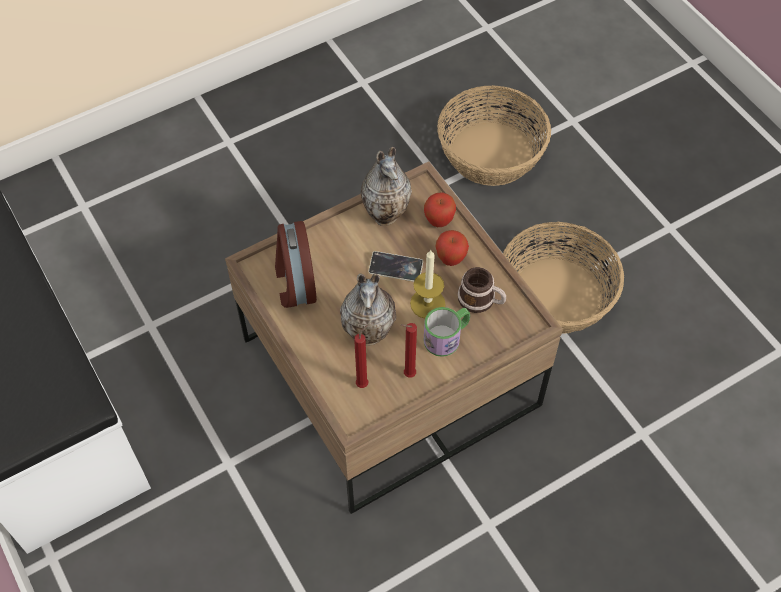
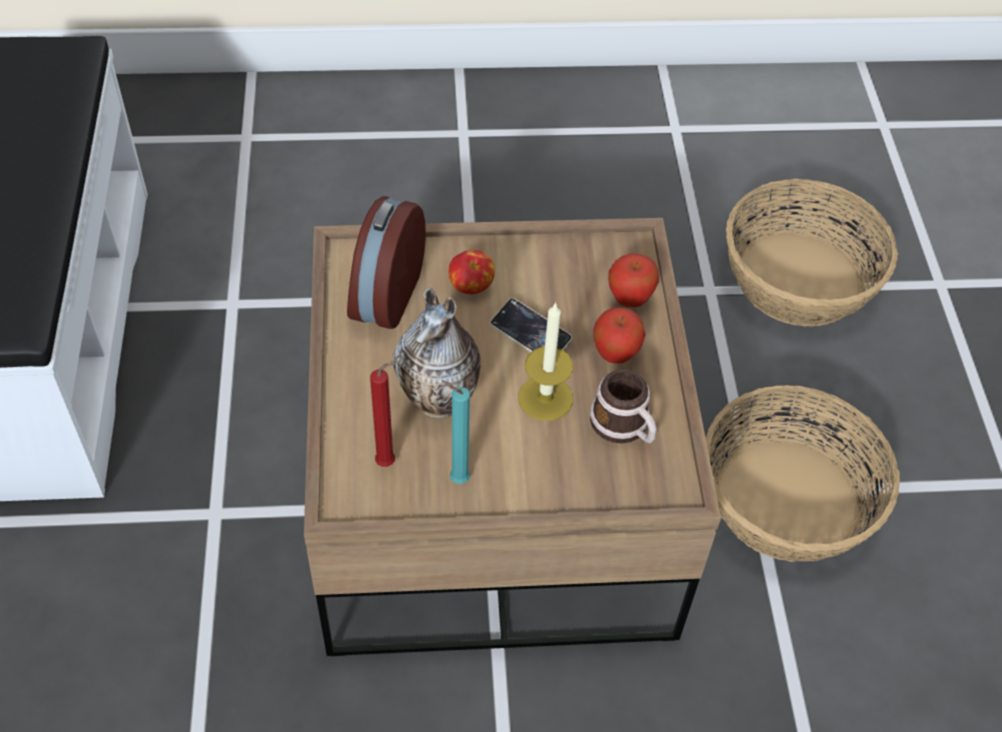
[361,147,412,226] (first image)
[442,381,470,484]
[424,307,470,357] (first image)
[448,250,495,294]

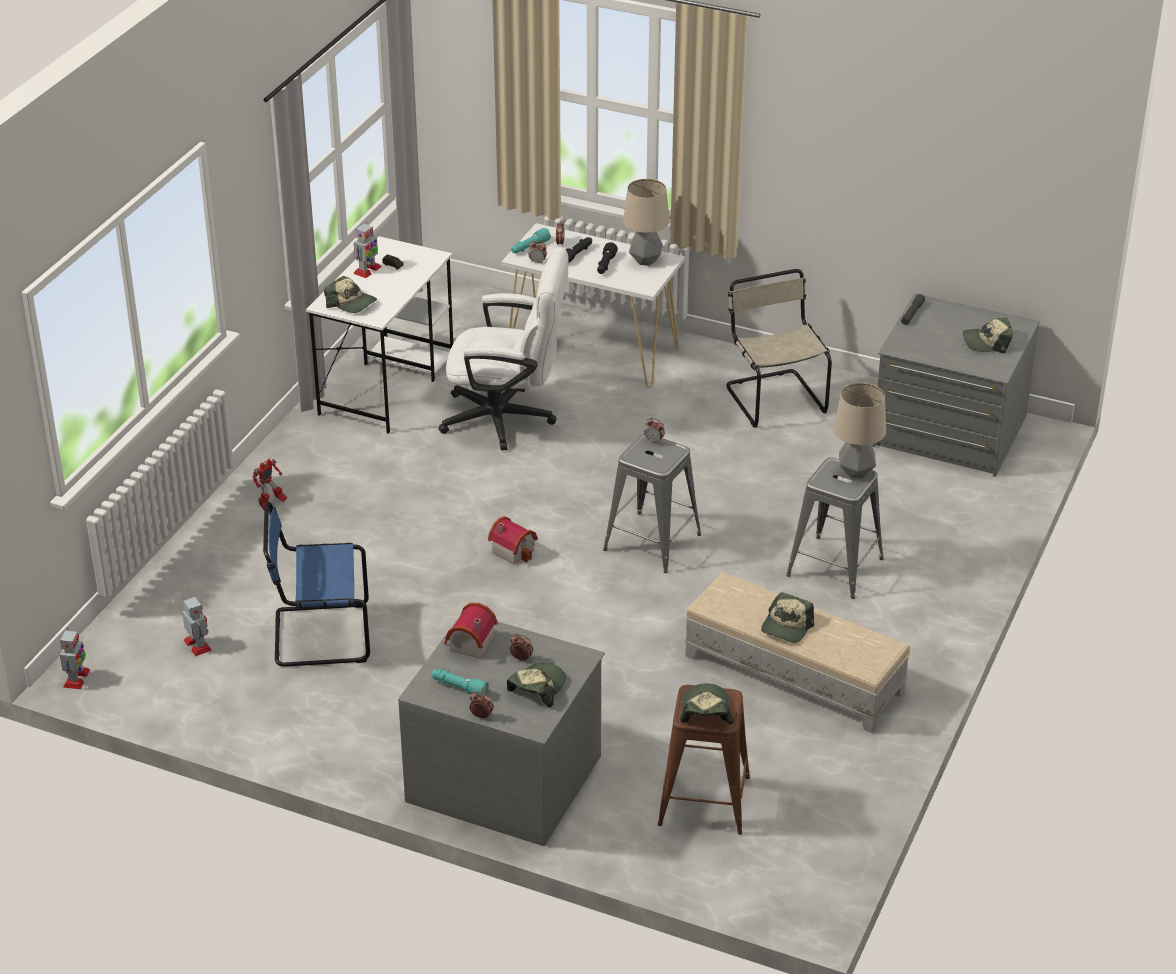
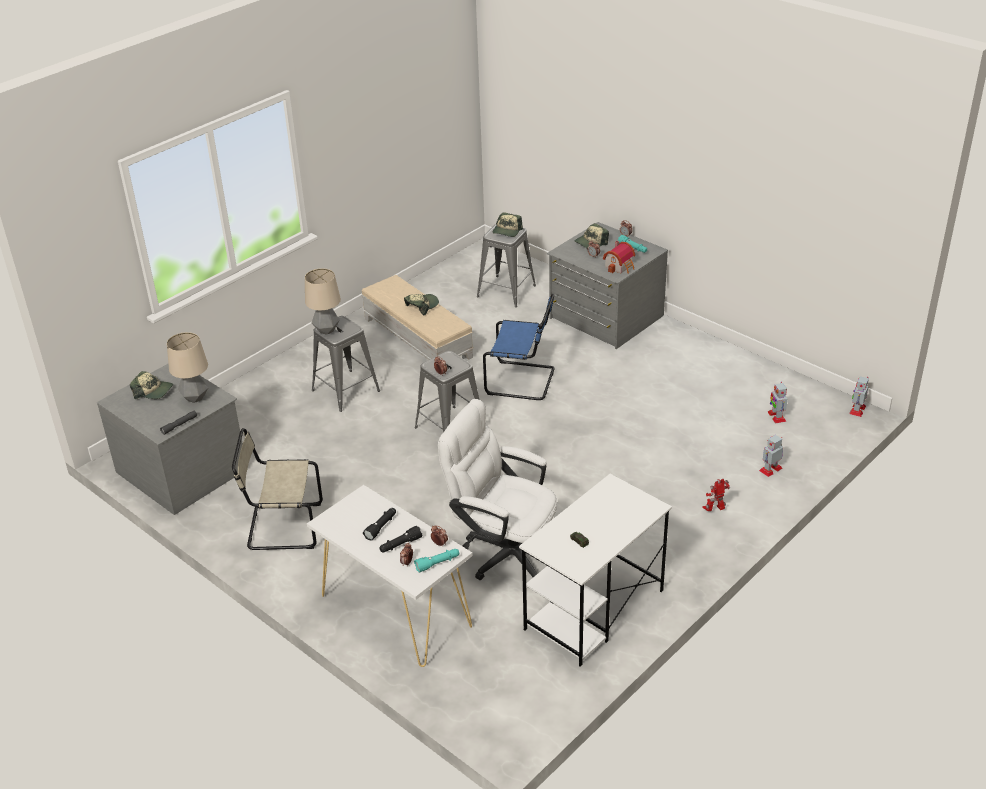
[483,294,555,400]
[324,276,377,313] (first image)
[759,435,783,477]
[488,516,538,565] (first image)
[167,332,208,403]
[477,224,536,307]
[232,428,323,550]

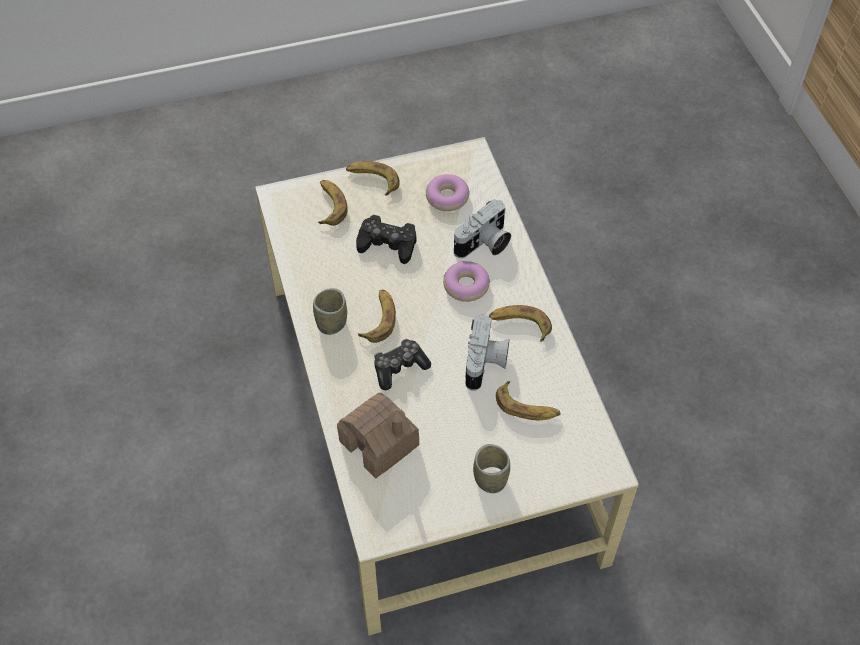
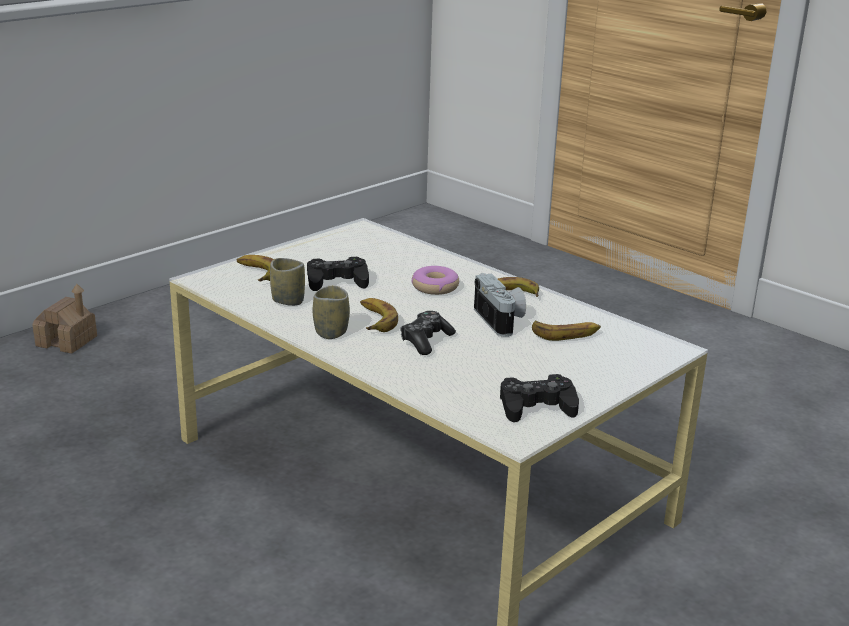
[32,284,97,354]
[346,161,400,196] (first image)
[426,174,469,211] (first image)
[454,199,511,258] (first image)
[270,258,305,306]
[500,374,579,422]

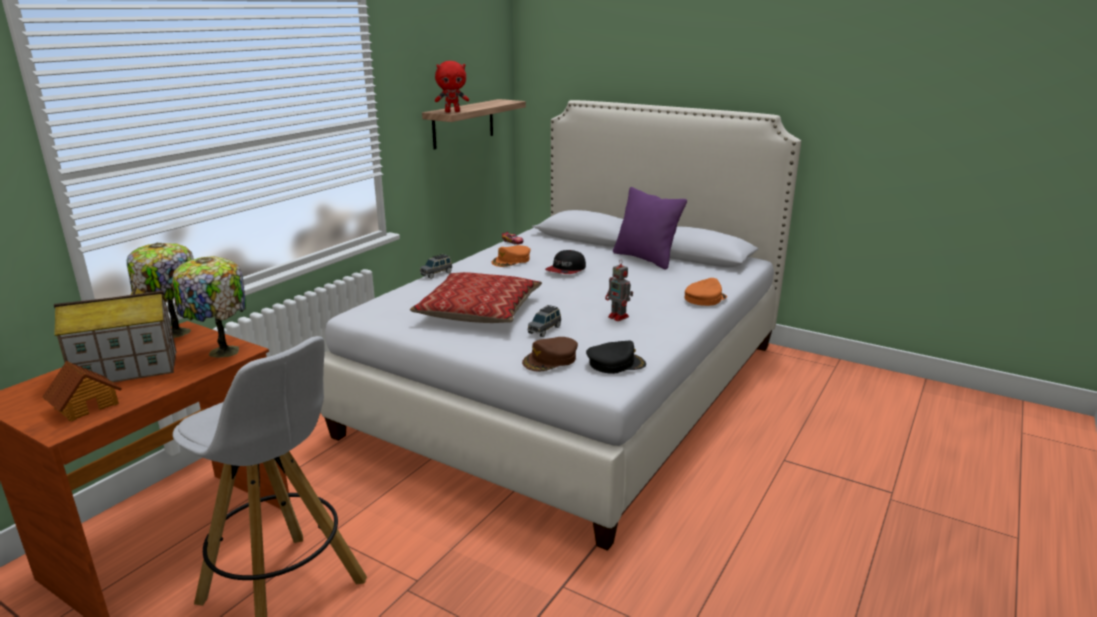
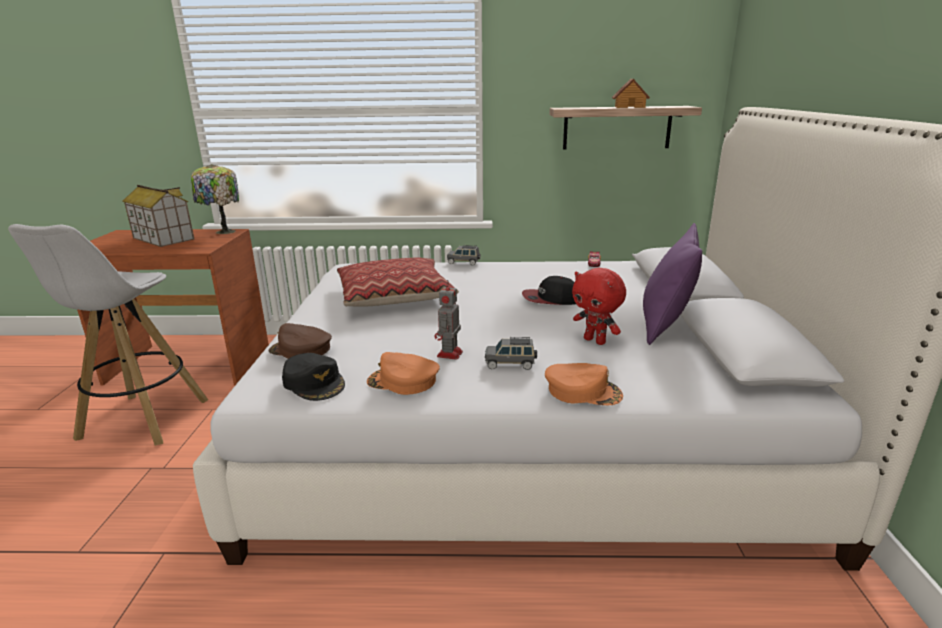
[612,79,650,108]
[172,256,246,358] (first image)
[572,268,626,345]
[367,352,440,395]
[485,337,537,370]

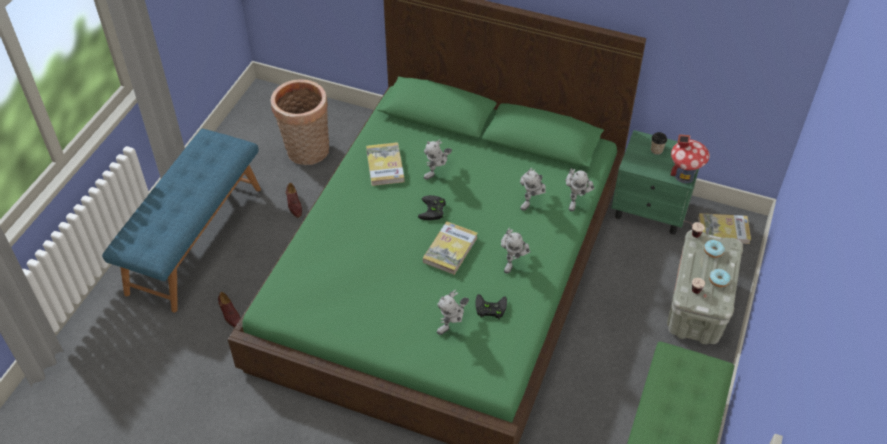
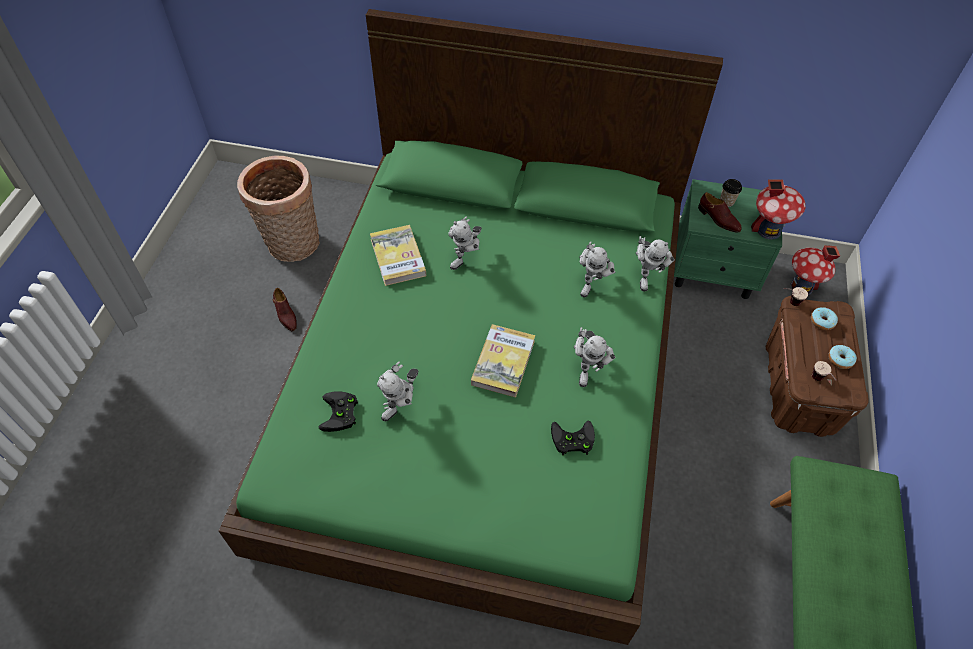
[102,129,261,312] (first image)
[698,192,742,233]
[319,391,358,432]
[377,362,419,421]
[766,296,868,437]
[790,245,840,295]

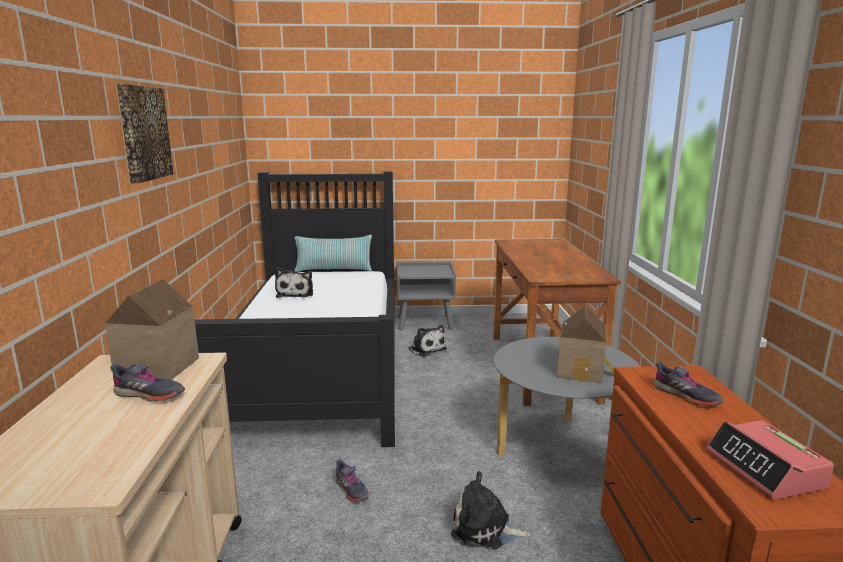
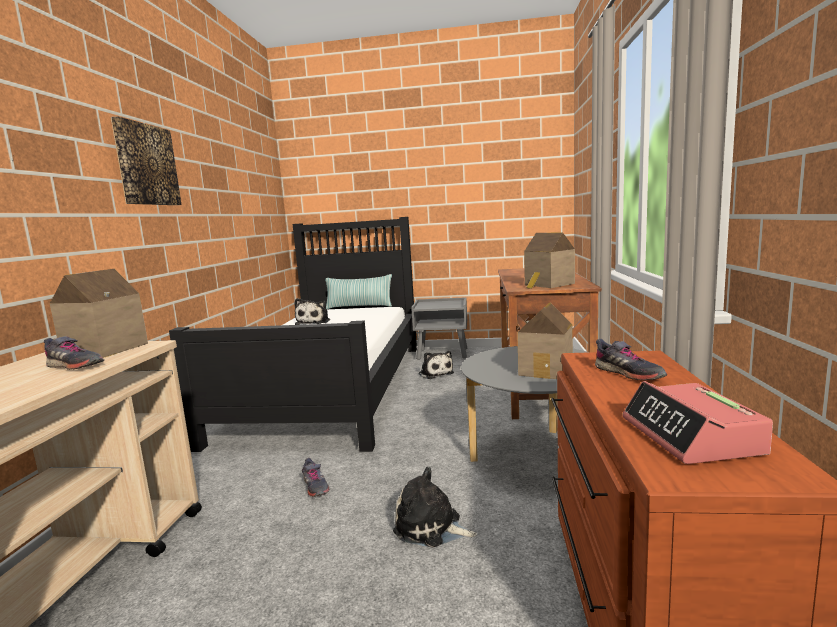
[524,232,575,289]

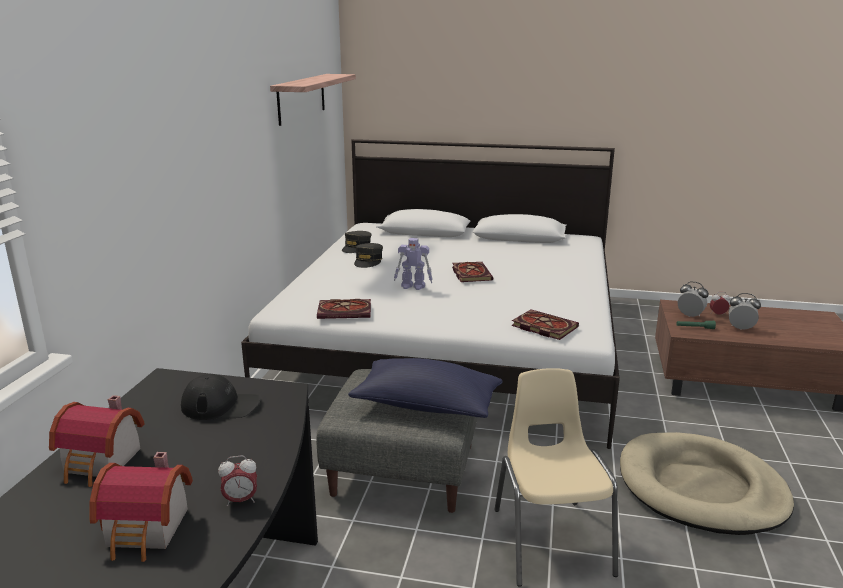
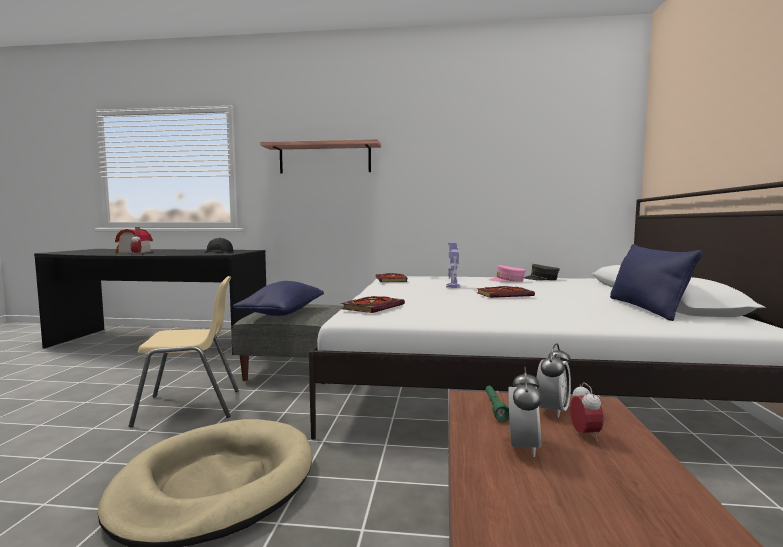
[49,395,145,487] (first image)
[260,139,381,173]
[489,265,526,282]
[610,244,702,321]

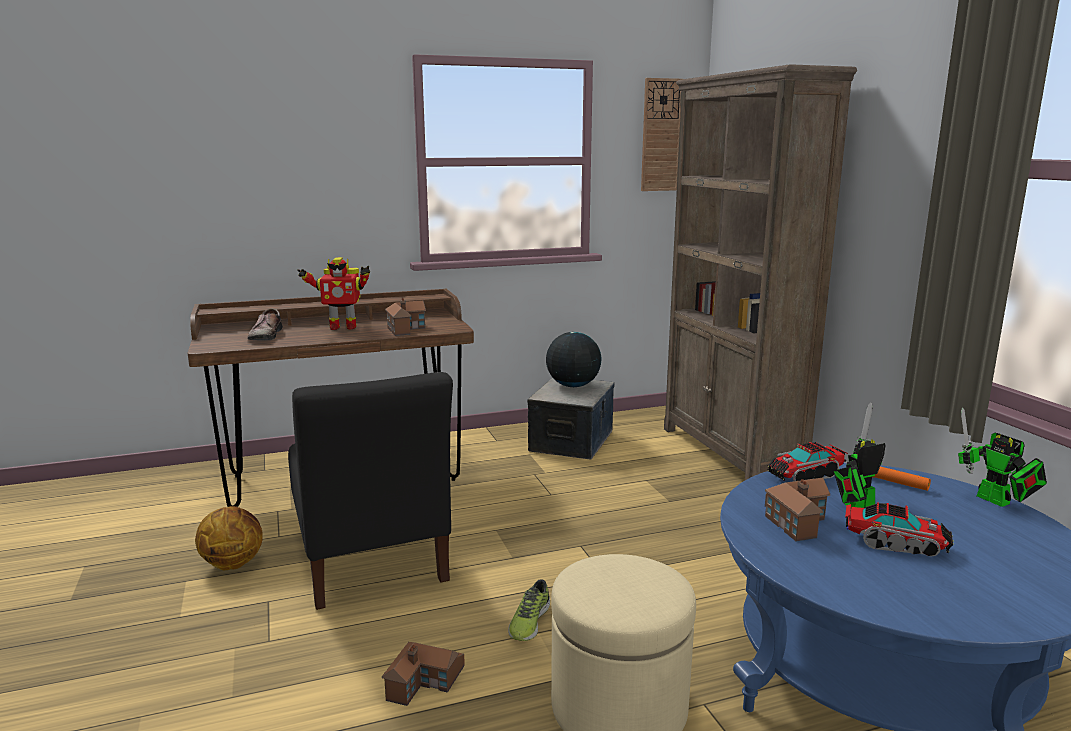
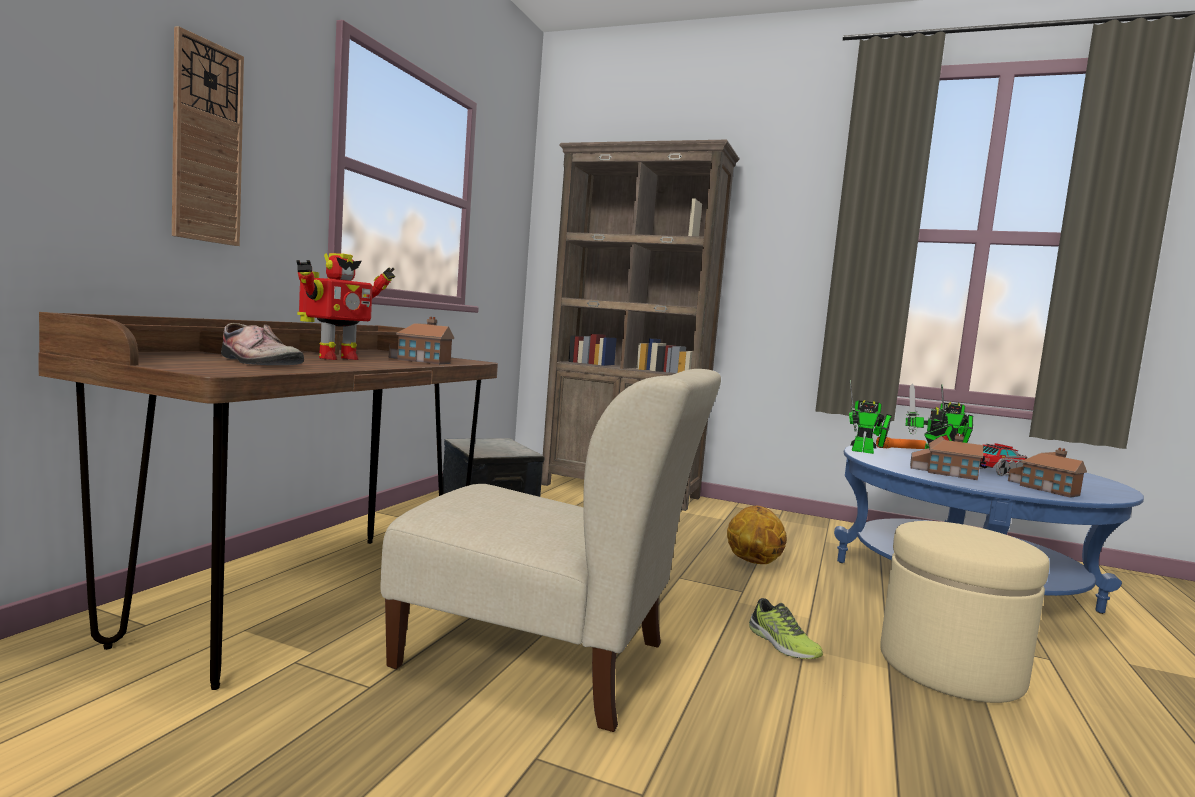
[727,506,787,564]
[380,369,721,732]
[1008,448,1087,498]
[546,332,602,387] (first image)
[172,26,244,246]
[849,380,892,454]

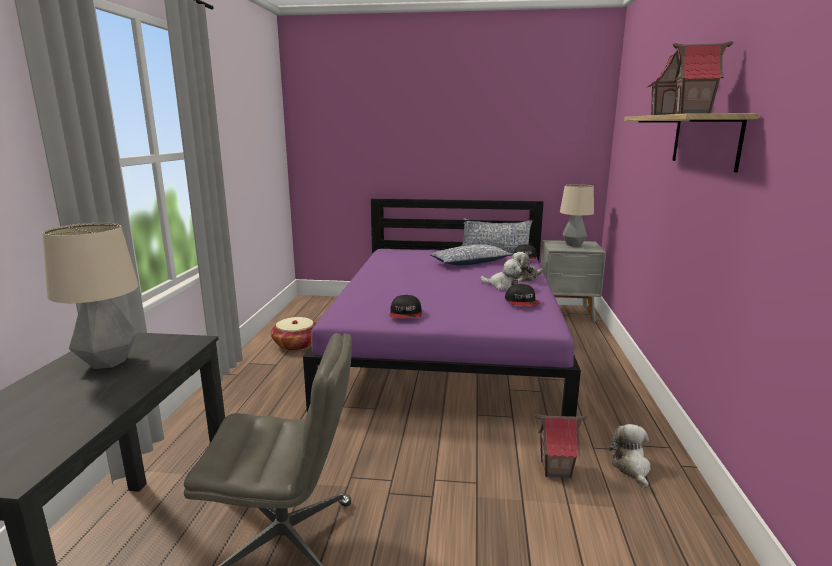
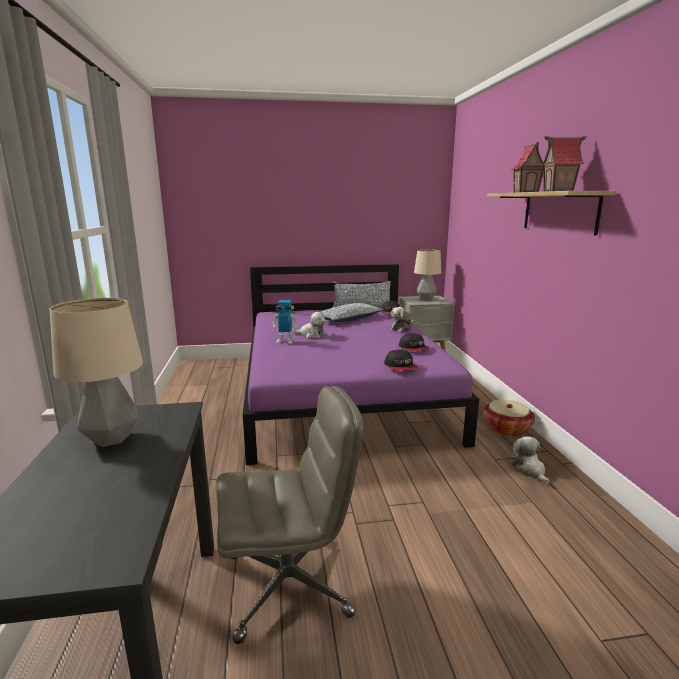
[482,399,535,437]
[384,349,418,371]
[292,312,326,338]
[535,414,587,478] (first image)
[272,300,298,344]

